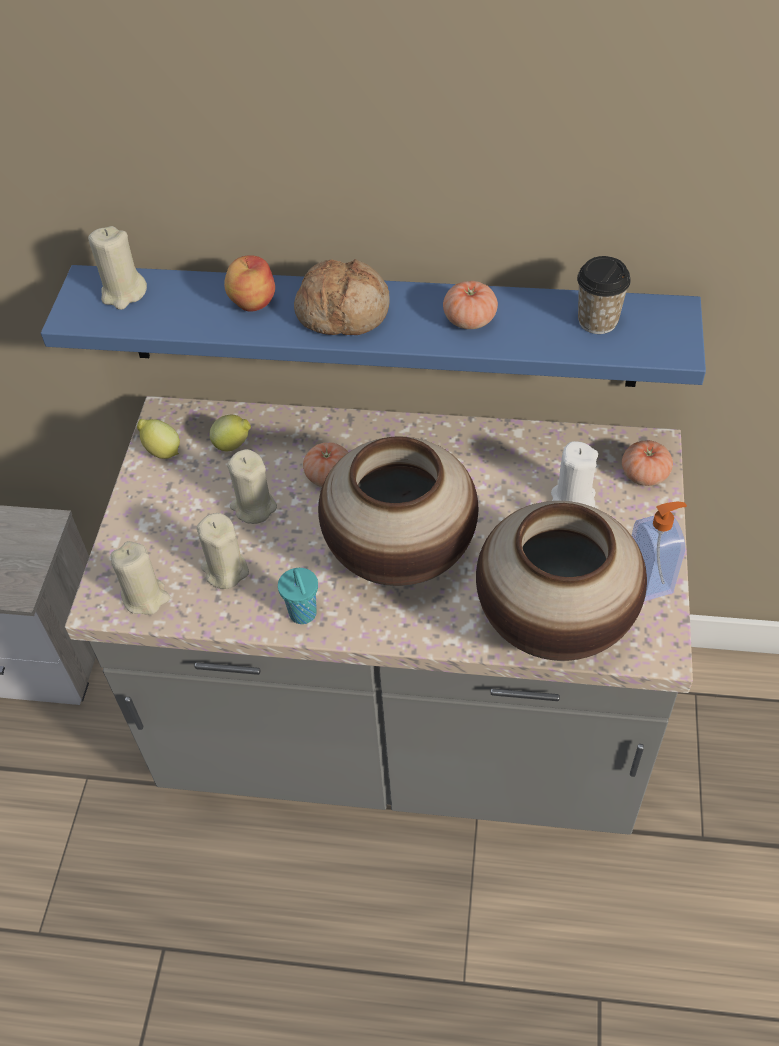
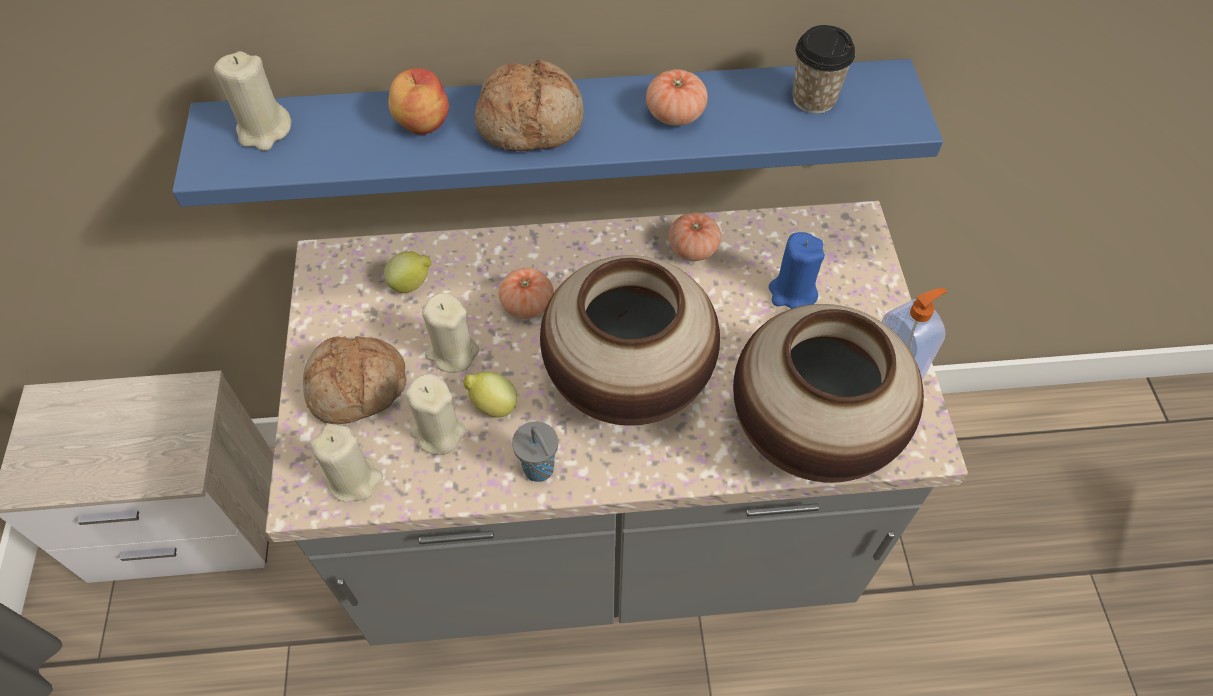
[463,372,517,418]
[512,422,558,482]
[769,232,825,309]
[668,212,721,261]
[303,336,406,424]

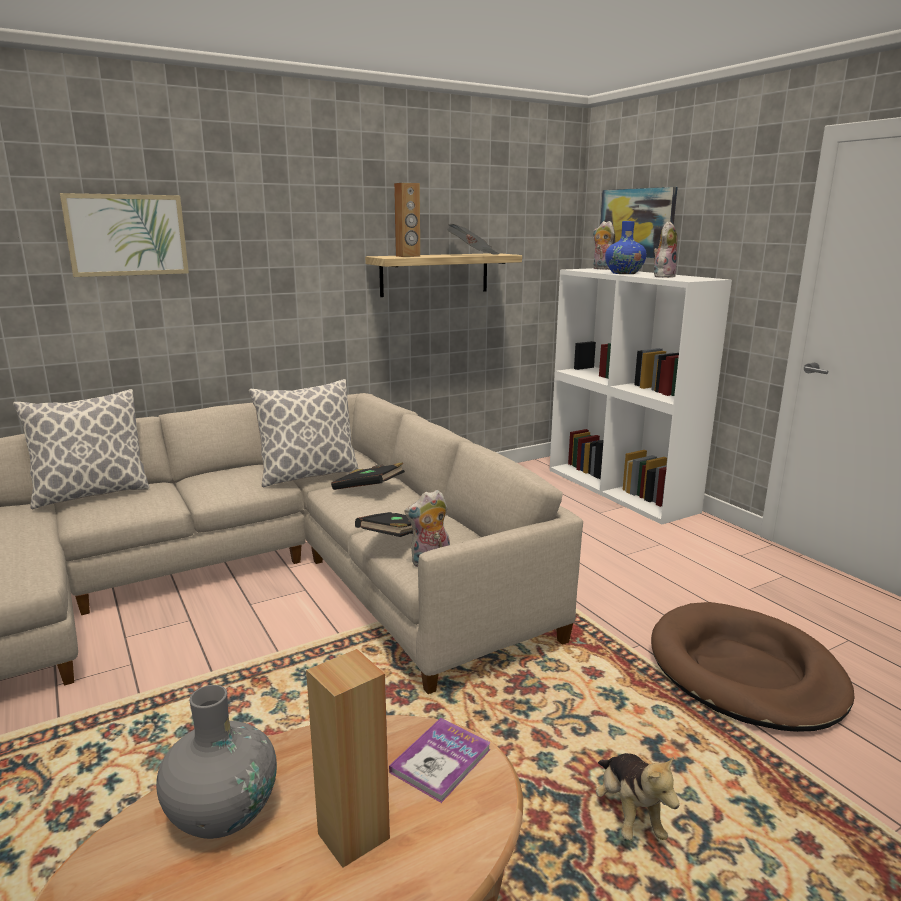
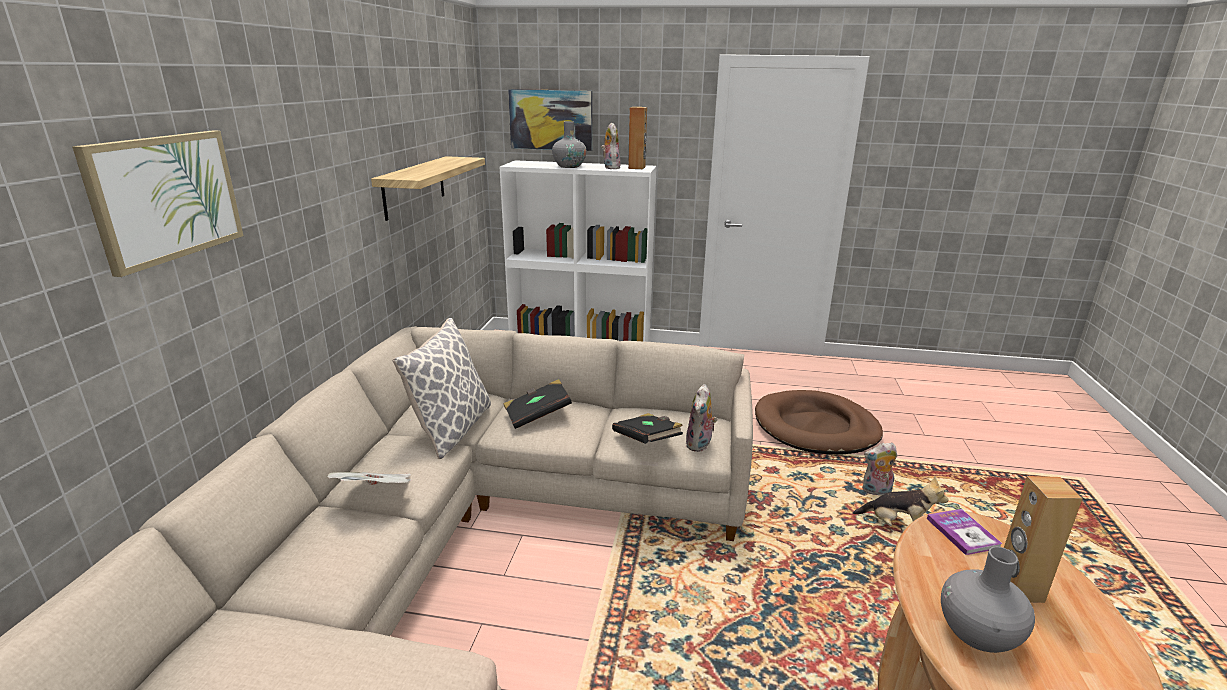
[13,389,149,510] (first image)
[628,107,647,169]
[328,472,412,485]
[862,442,897,495]
[552,121,586,168]

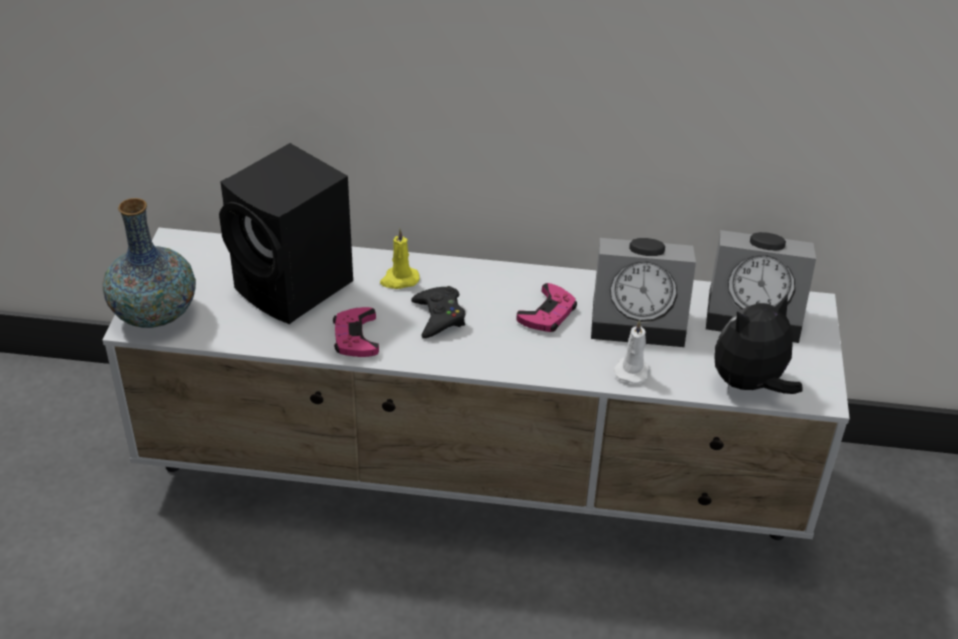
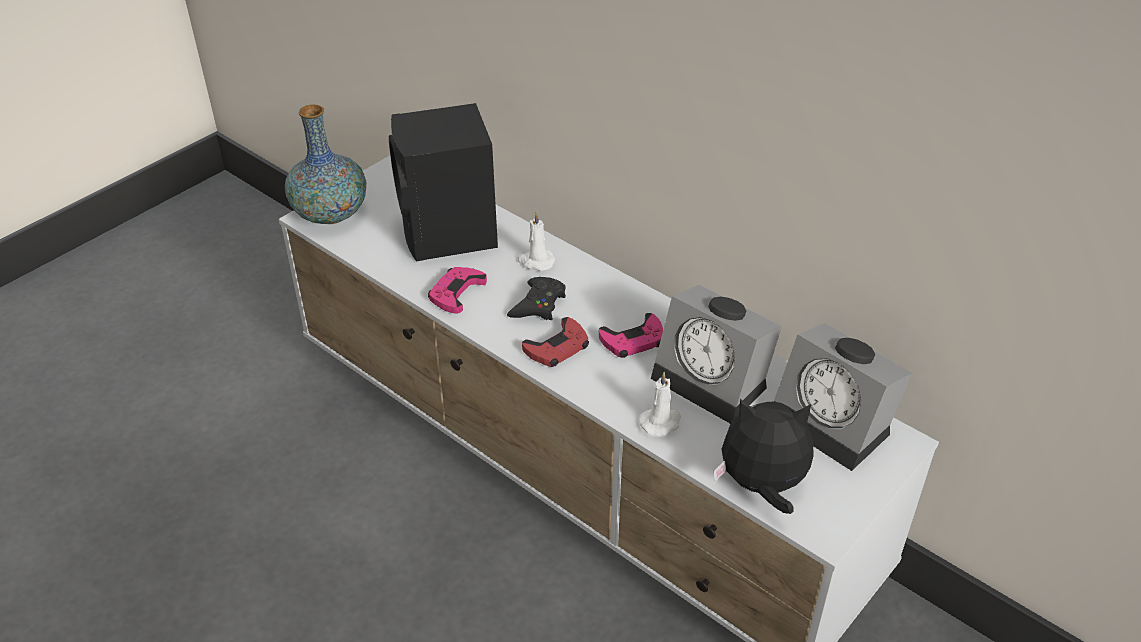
[517,212,555,271]
[522,317,589,367]

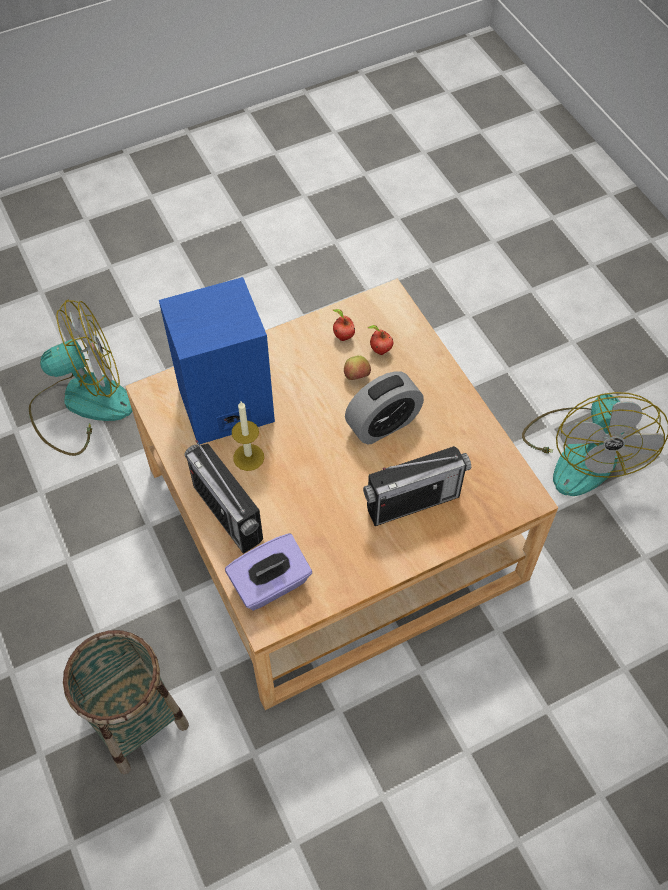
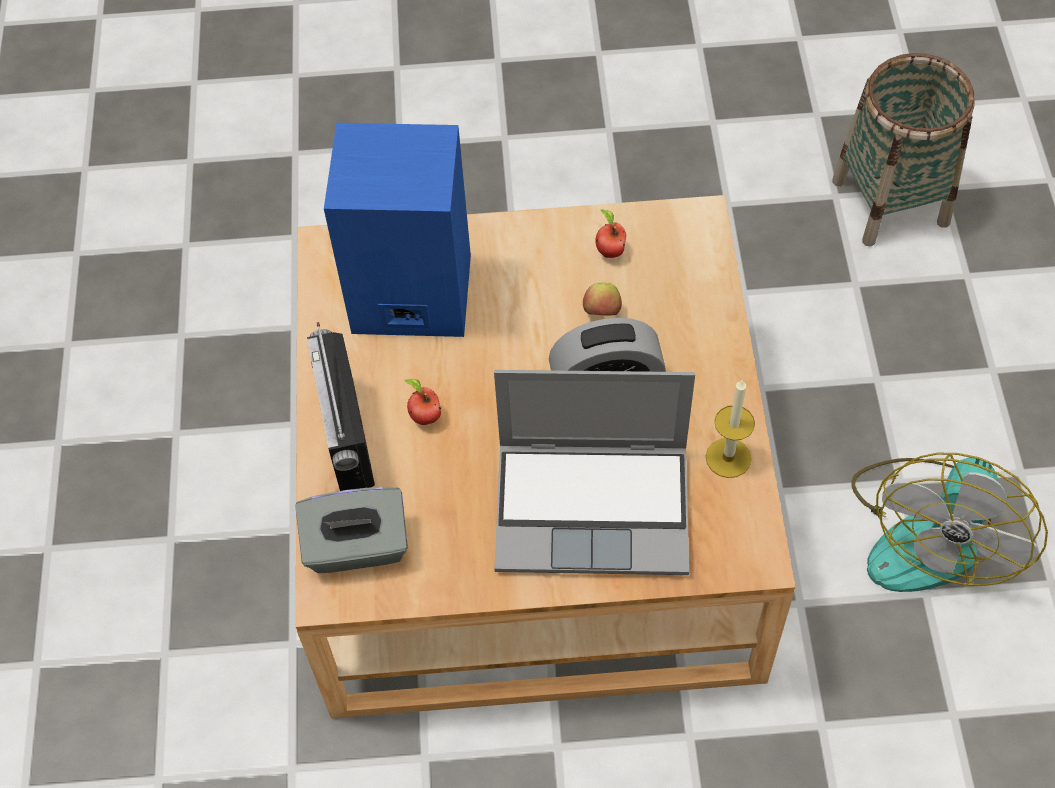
[29,300,133,456] (first image)
[832,53,975,246]
[295,487,408,573]
[706,380,755,478]
[494,370,695,575]
[405,379,441,425]

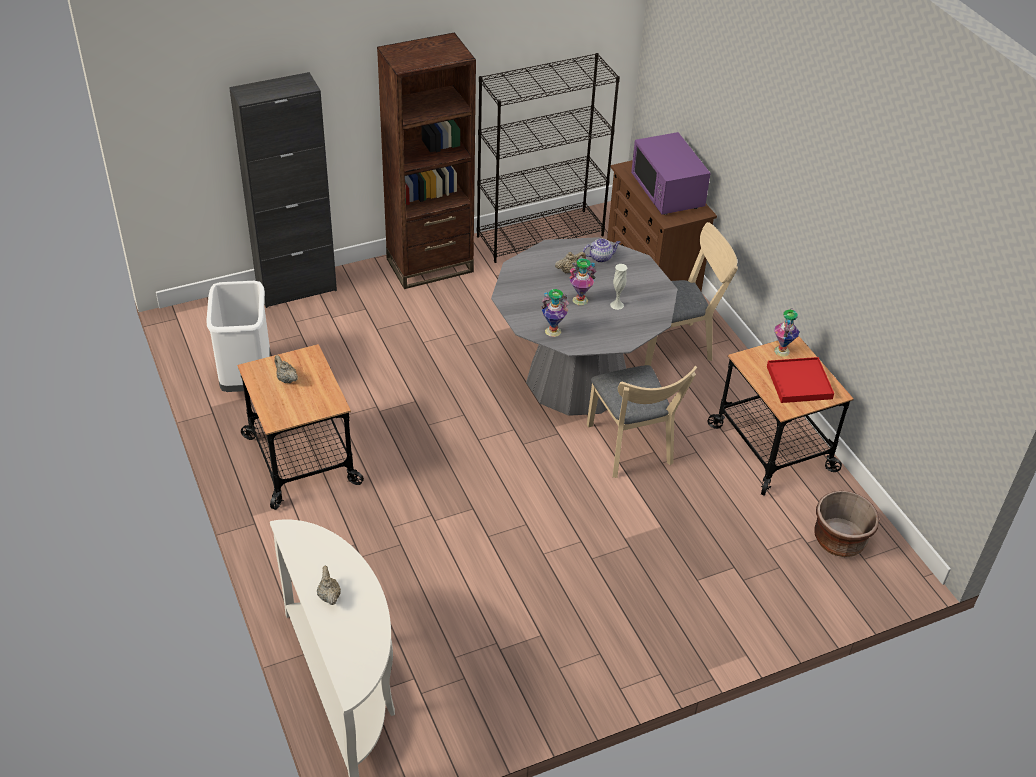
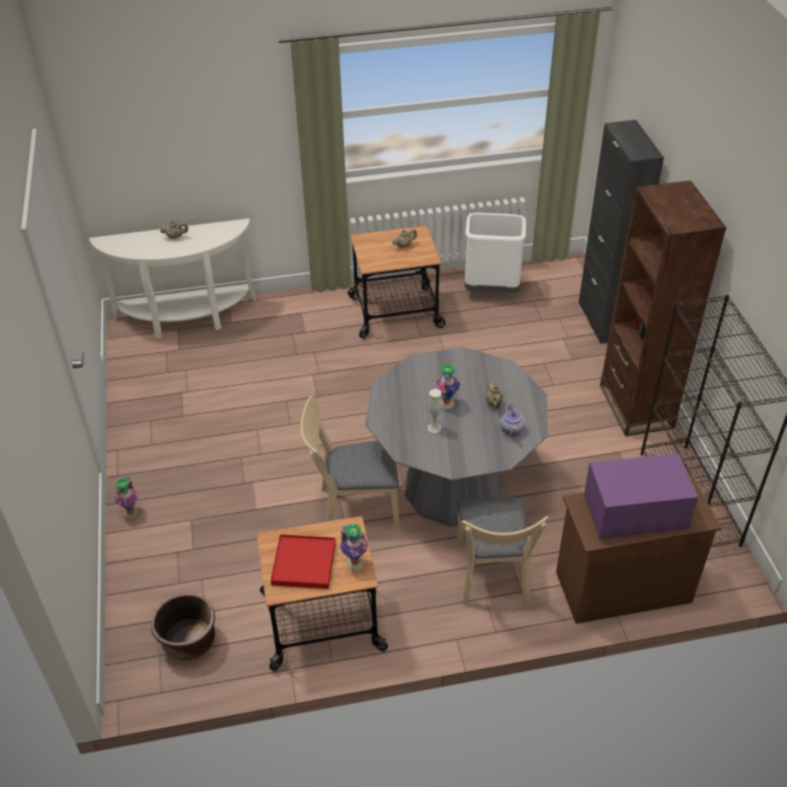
[115,477,139,518]

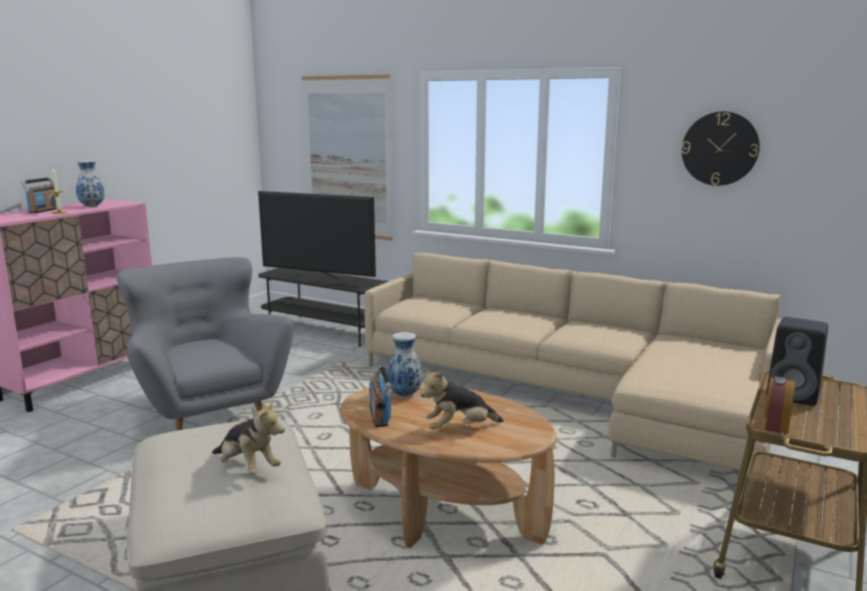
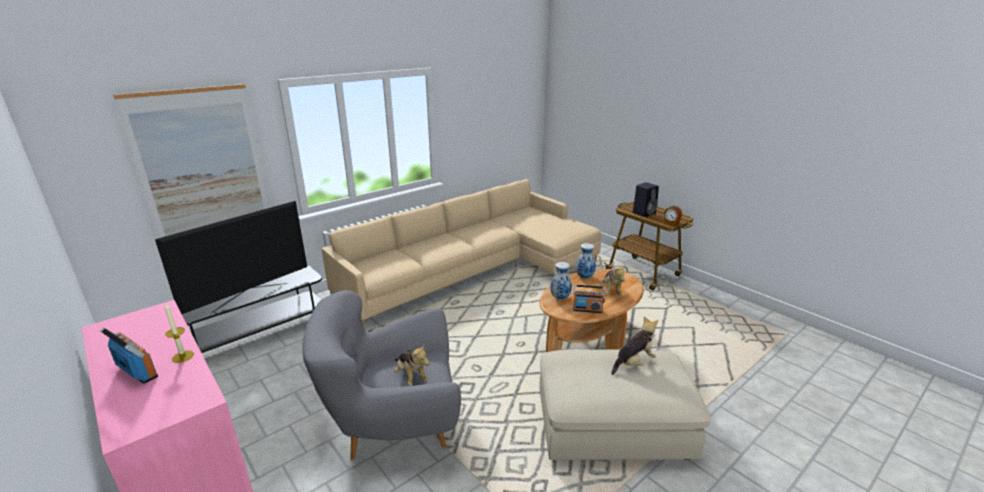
[575,243,596,278]
[682,111,760,186] (first image)
[394,345,429,386]

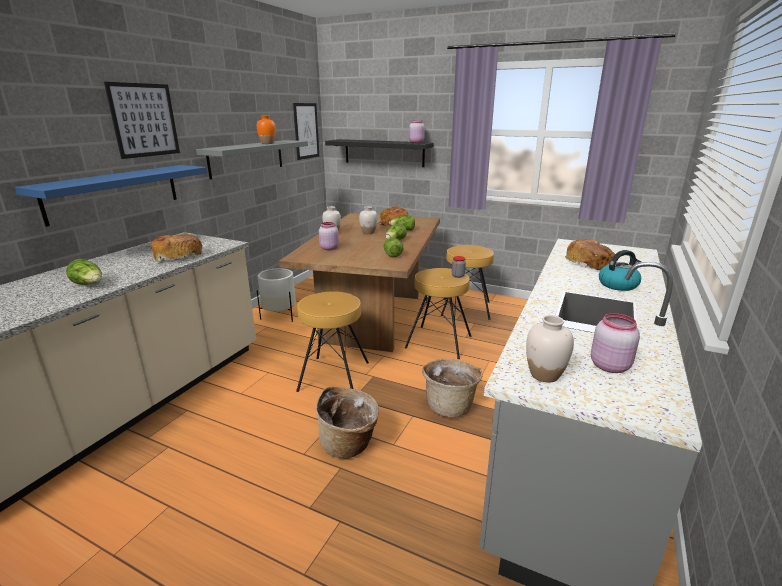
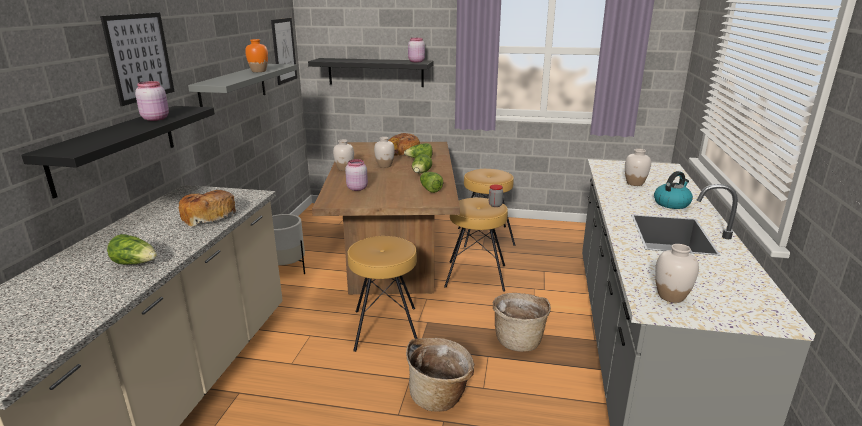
[21,106,215,198]
[625,149,651,186]
[135,81,169,121]

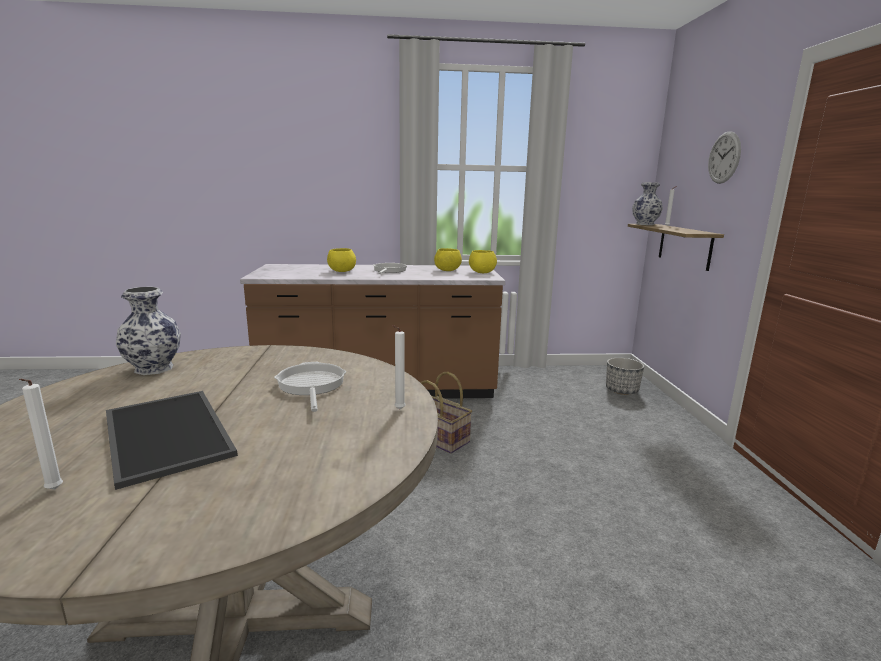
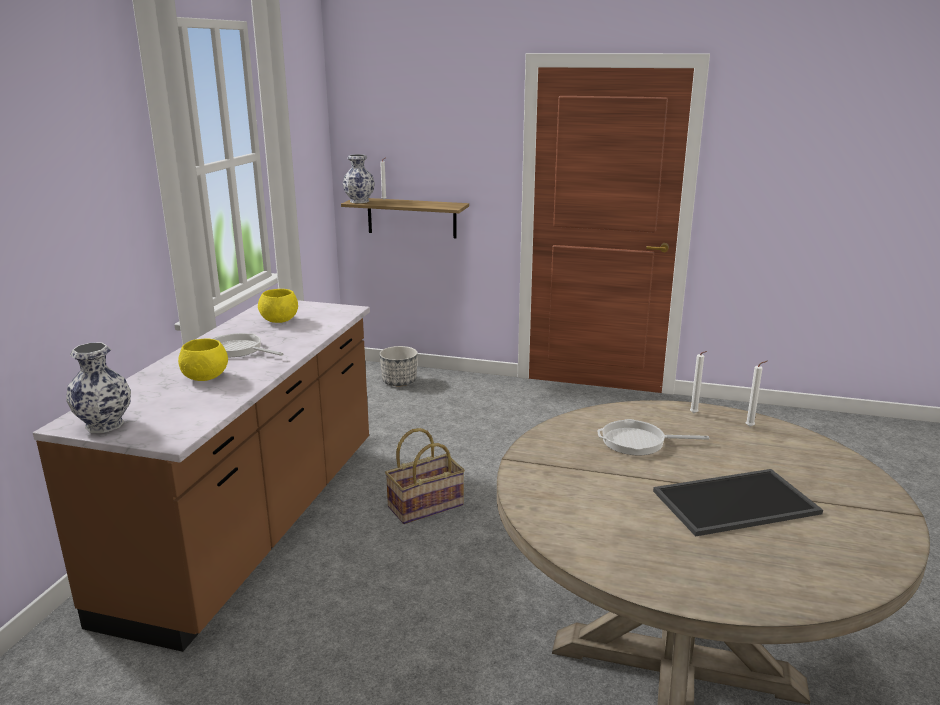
[746,361,767,427]
[66,343,131,433]
[469,250,497,273] (first image)
[708,131,741,184] (first image)

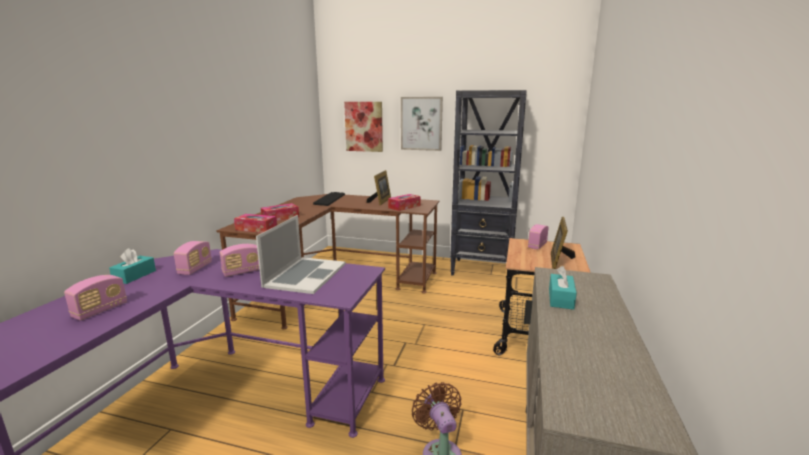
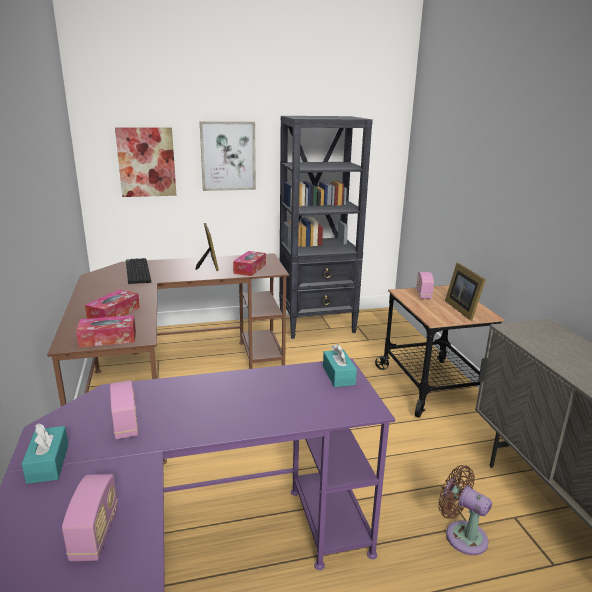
[219,244,259,277] (first image)
[256,215,345,294] (first image)
[323,344,357,387]

